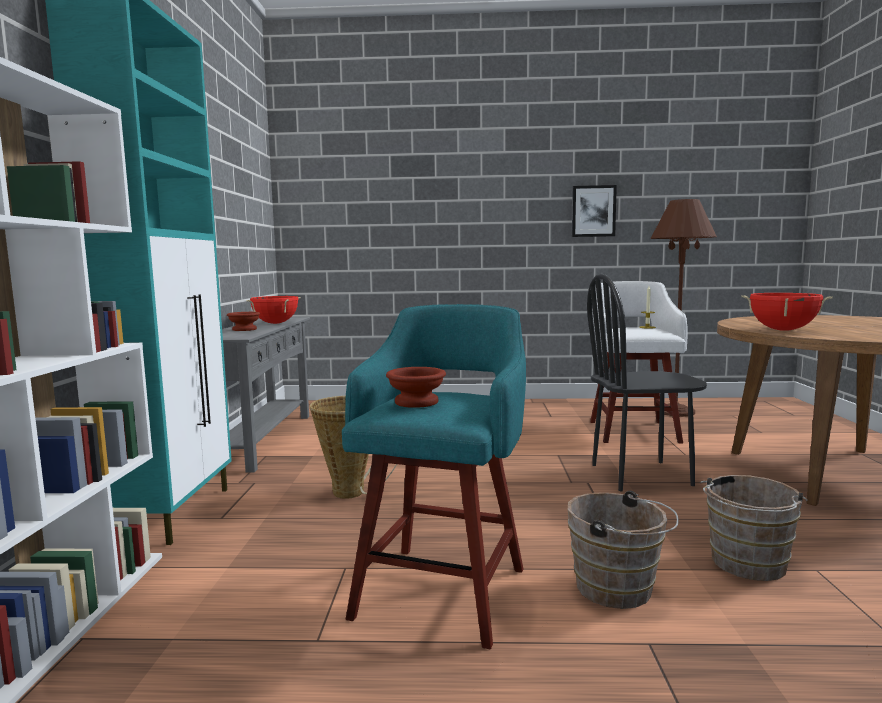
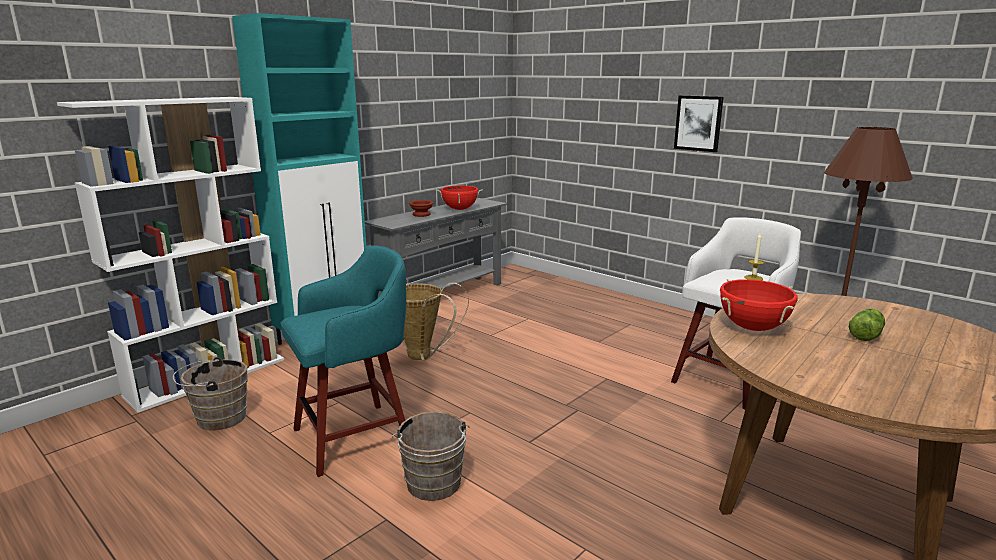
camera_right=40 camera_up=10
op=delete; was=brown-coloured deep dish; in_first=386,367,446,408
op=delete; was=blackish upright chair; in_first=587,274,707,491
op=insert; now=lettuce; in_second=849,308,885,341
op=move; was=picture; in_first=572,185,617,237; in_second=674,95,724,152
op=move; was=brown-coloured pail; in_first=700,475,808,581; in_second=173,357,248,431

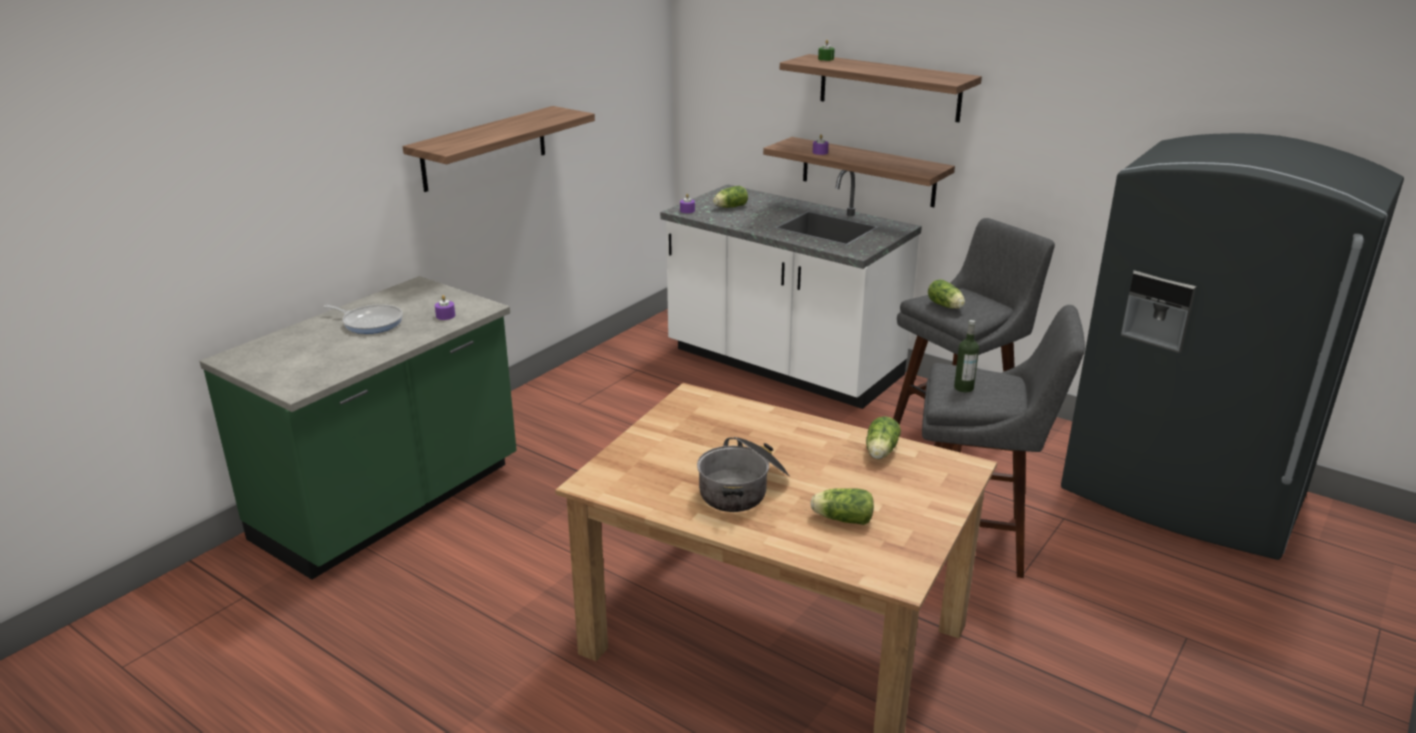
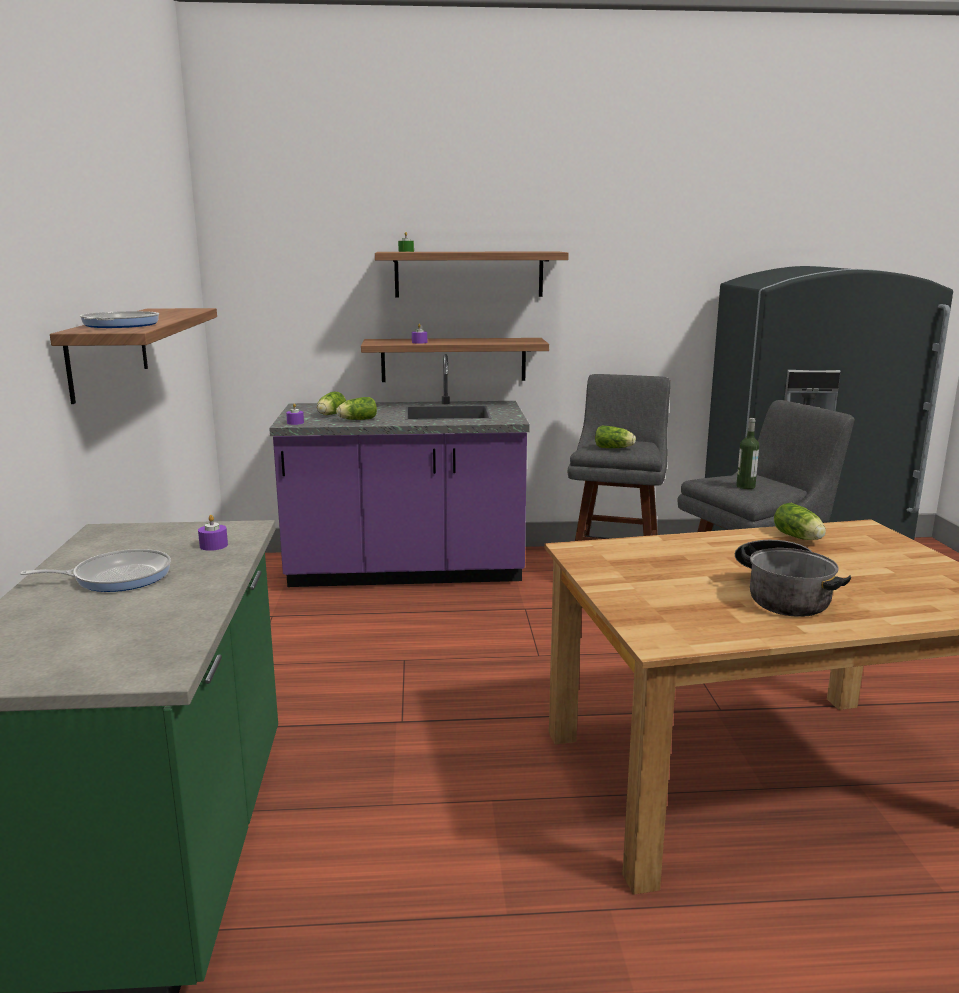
camera_right=-40 camera_up=-10
op=insert; now=pan; in_second=80,311,159,328
op=move; was=lettuce; in_first=810,488,874,525; in_second=336,397,377,420
op=recolor; was=whitish kitchen counter; now=purple-coloured kitchen counter; in_first=660,170,922,409; in_second=269,354,530,587

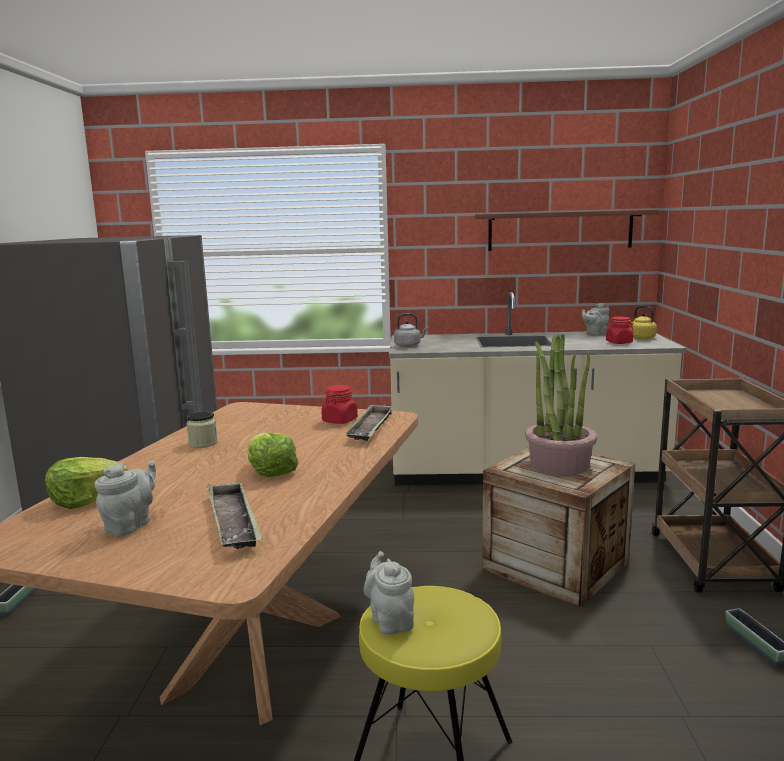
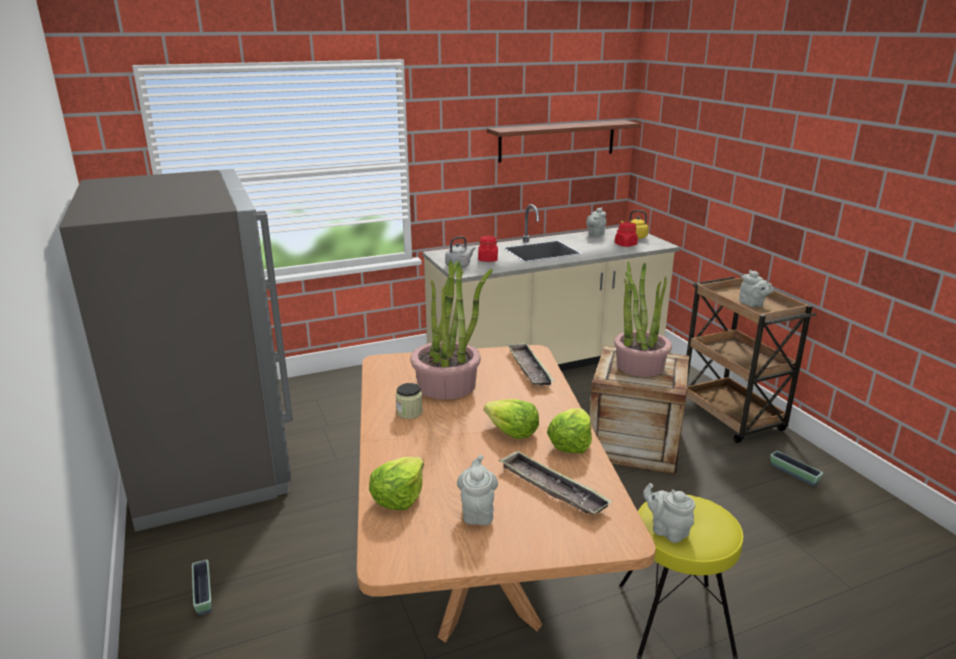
camera_right=-25 camera_up=10
op=insert; now=plant in a pot; in_second=410,260,493,400
op=insert; now=lettuce; in_second=547,408,592,453
op=insert; now=greyish tea pot; in_second=739,270,774,307
op=move; was=red-coloured preserve jar; in_first=321,385,358,424; in_second=478,236,498,262

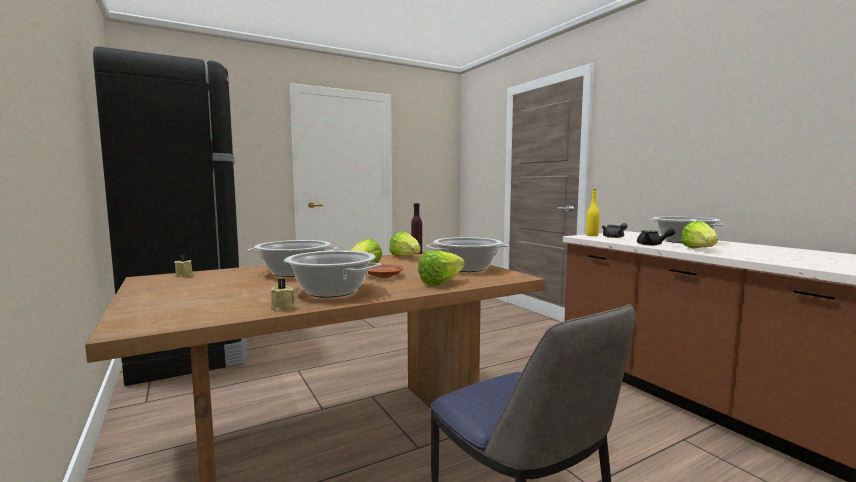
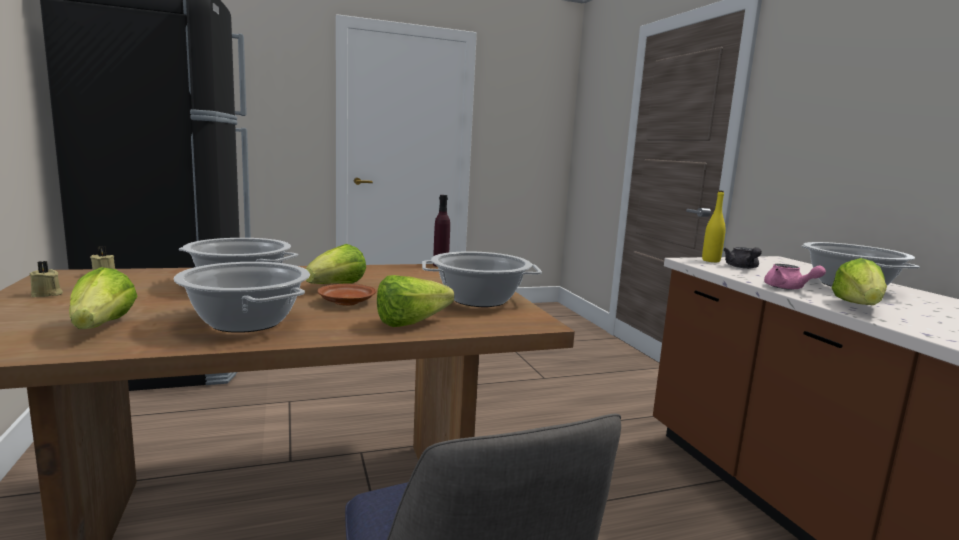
camera_right=10 camera_up=5
op=move; was=beige candle; in_first=271,278,297,312; in_second=30,261,63,297
op=move; was=lettuce; in_first=389,231,421,257; in_second=69,267,137,329
op=recolor; was=blackish tea pot; now=pink tea pot; in_first=637,228,675,245; in_second=764,264,826,290

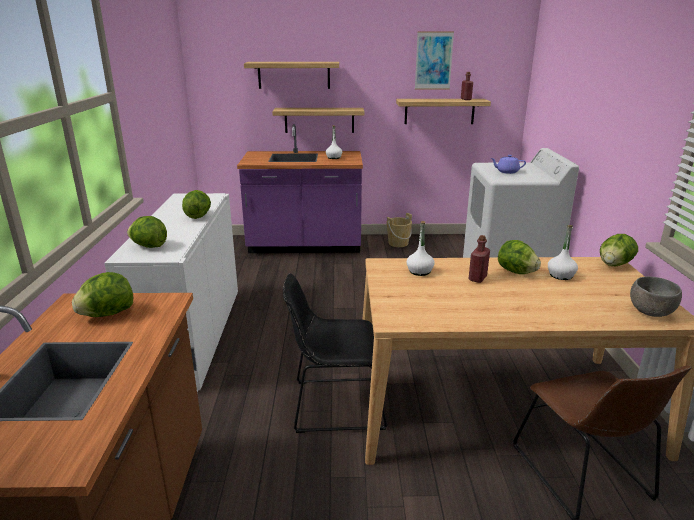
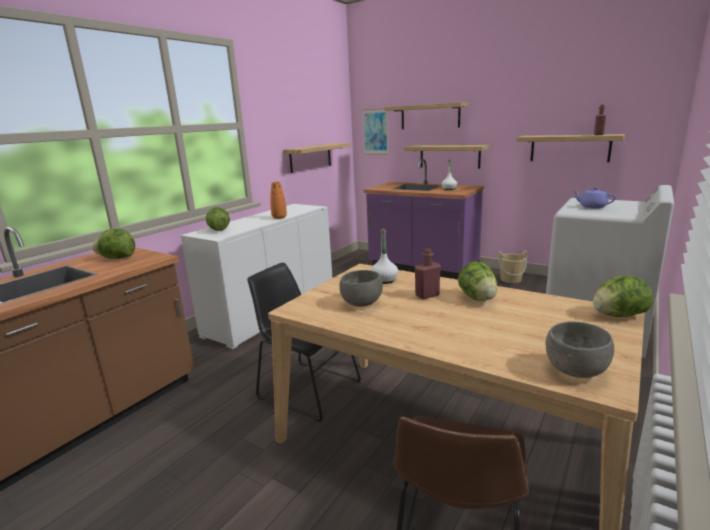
camera_right=35 camera_up=-5
op=delete; was=whitish drink bottle; in_first=548,225,578,280
op=insert; now=wall shelf; in_second=283,143,351,173
op=insert; now=greyish deep dish; in_second=339,270,383,307
op=move; was=picture; in_first=415,31,454,90; in_second=362,109,389,155
op=replace; was=lettuce; now=orange vase; in_first=182,190,211,219; in_second=270,182,287,219

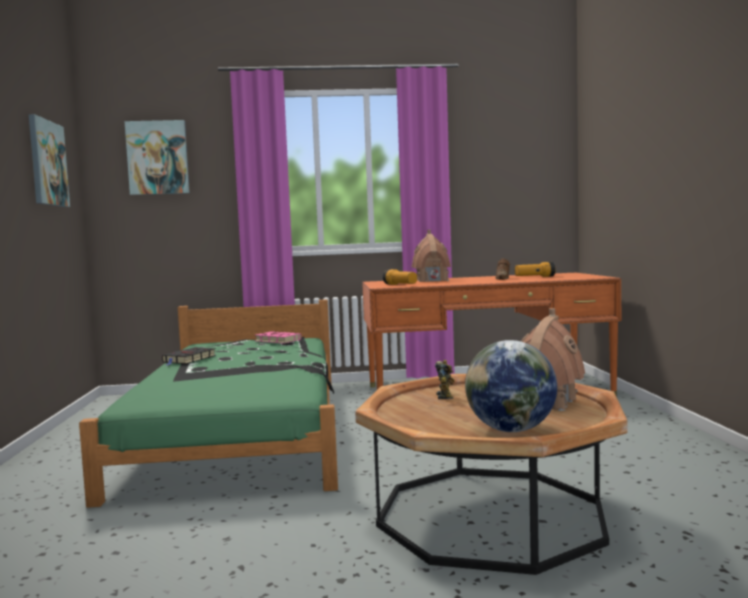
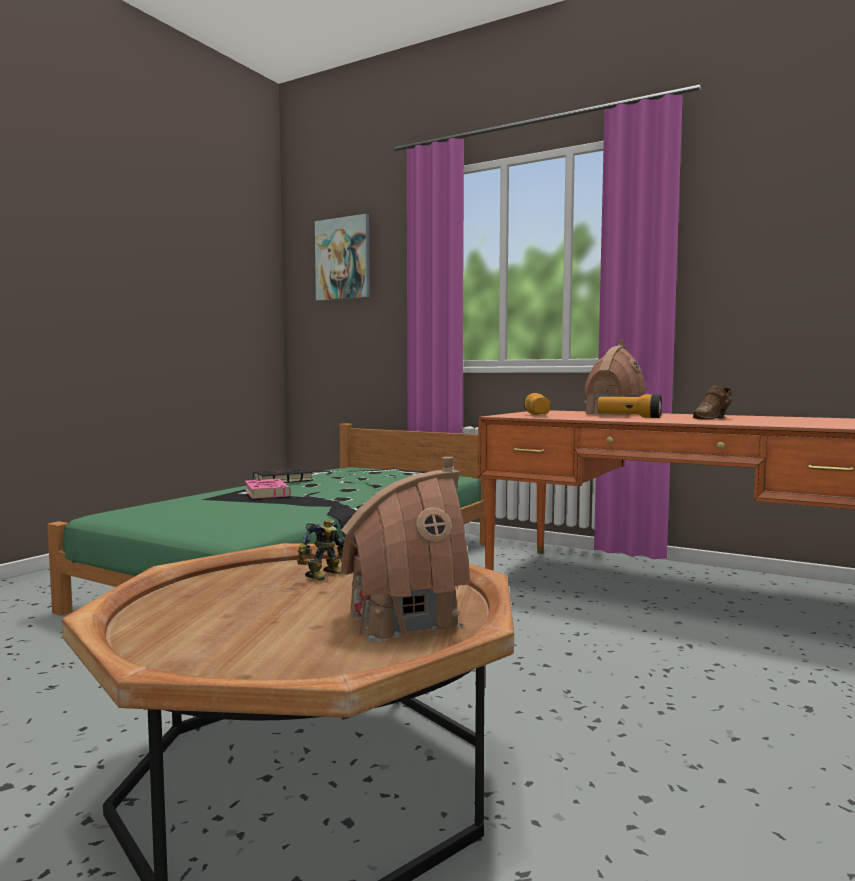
camera_right=35 camera_up=0
op=delete; was=picture; in_first=29,114,70,207
op=delete; was=desk globe; in_first=465,340,557,432
op=move; was=pink volume; in_first=255,331,301,344; in_second=245,479,291,499
op=move; was=torch; in_first=515,262,556,277; in_second=598,394,662,418

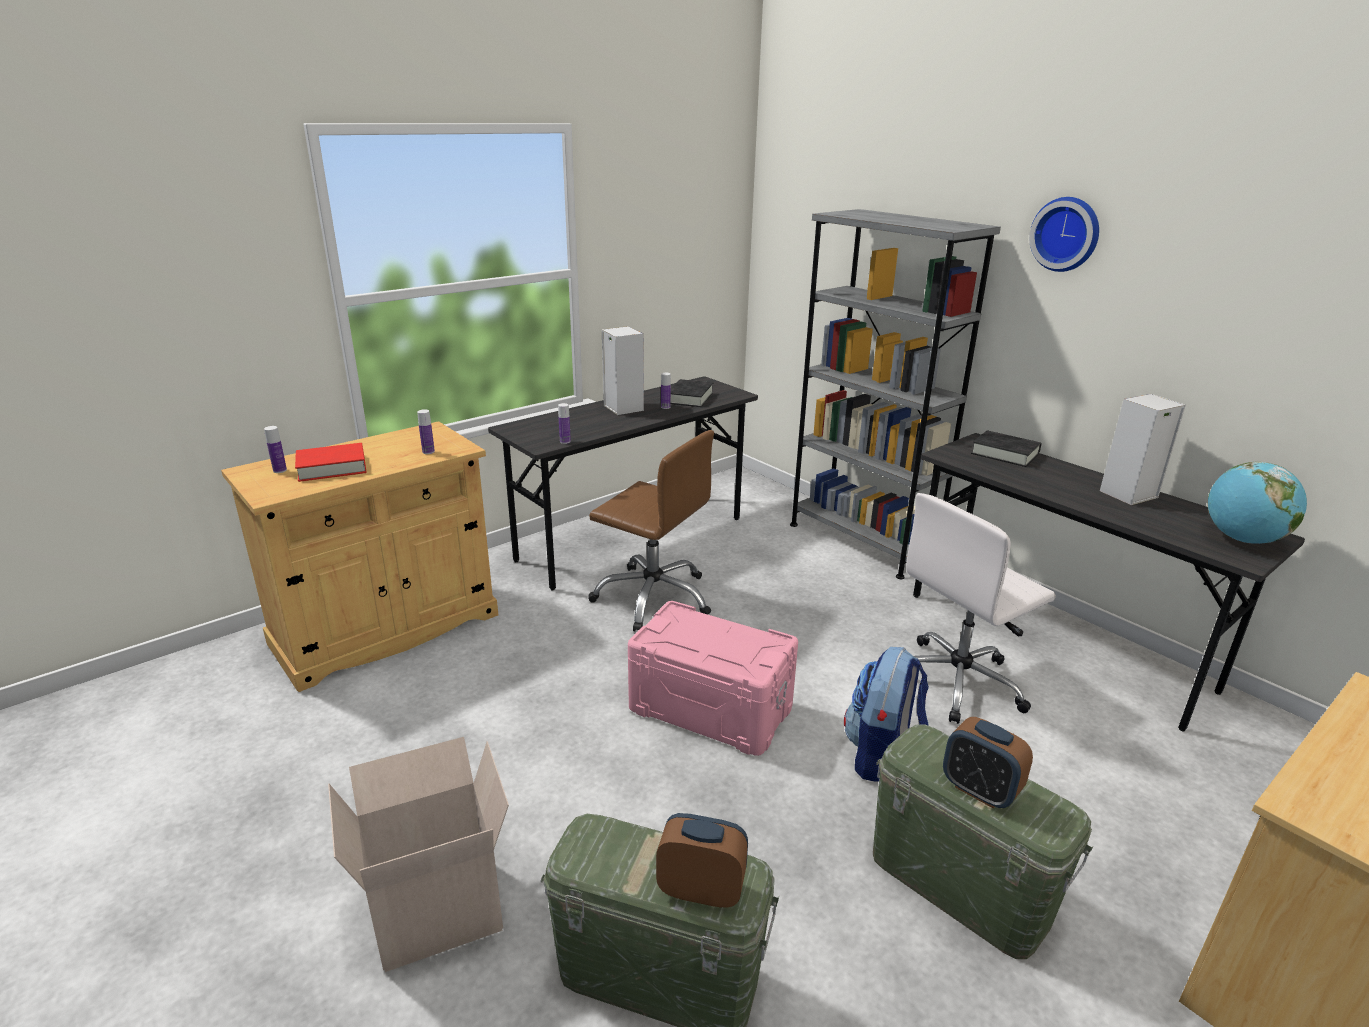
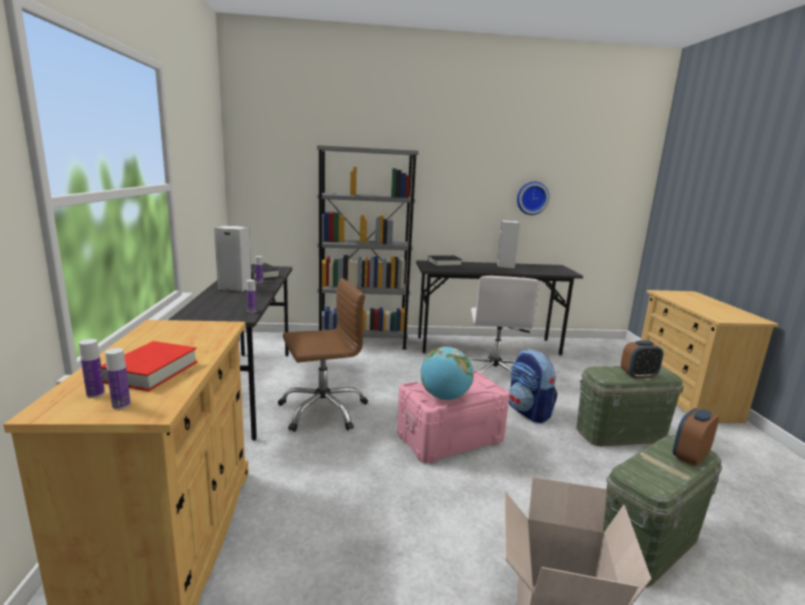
camera_right=-55 camera_up=-10
op=move; was=drink bottle; in_first=417,409,435,454; in_second=105,348,131,409
op=move; was=wall clock; in_first=1029,197,1099,272; in_second=517,181,549,215
op=move; was=desk globe; in_first=1208,462,1307,544; in_second=421,347,474,400

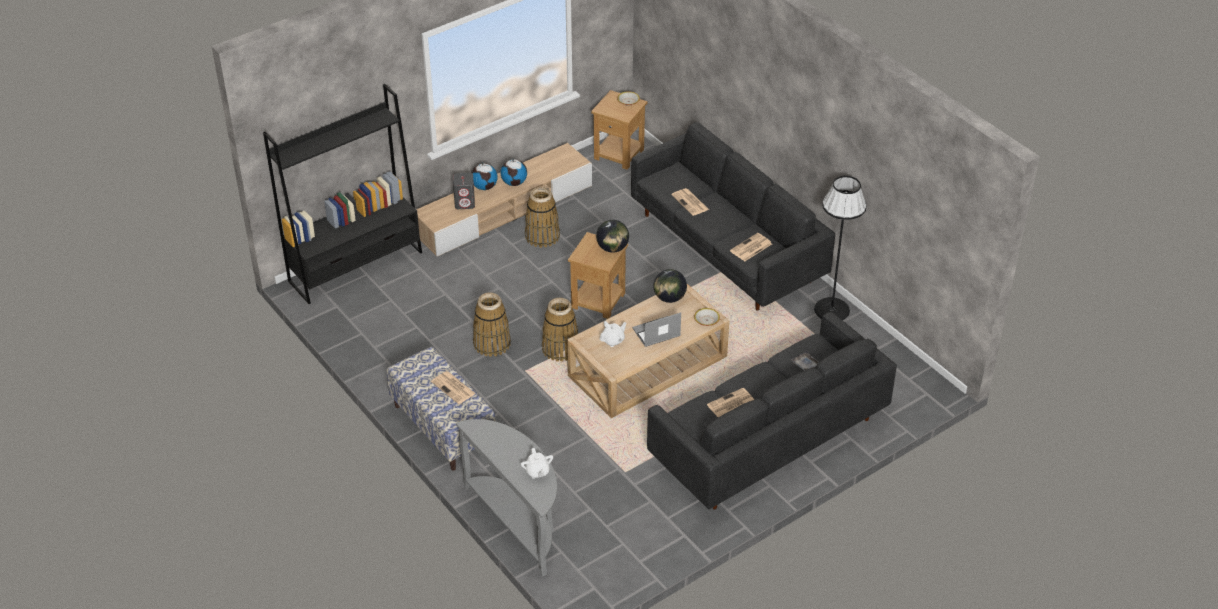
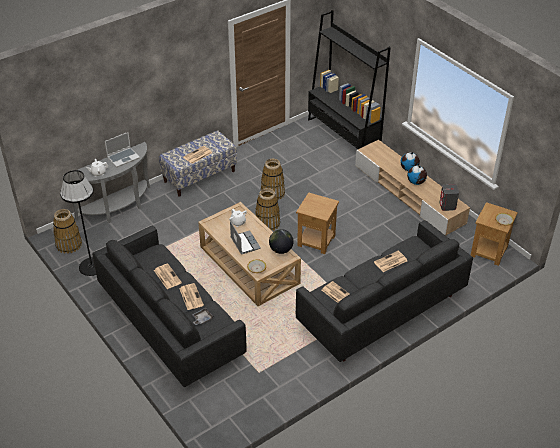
camera_right=90 camera_up=0
op=delete; was=desk globe; in_first=596,220,629,253
op=insert; now=notebook computer; in_second=105,132,140,167
op=insert; now=printed paper; in_second=179,283,204,310
op=move; was=greyish loudspeaker; in_first=453,173,475,209; in_second=439,184,459,211
op=move; was=household basket; in_first=525,187,560,248; in_second=53,209,82,254
op=move; was=blackish standard lamp; in_first=814,176,867,320; in_second=60,170,96,276

